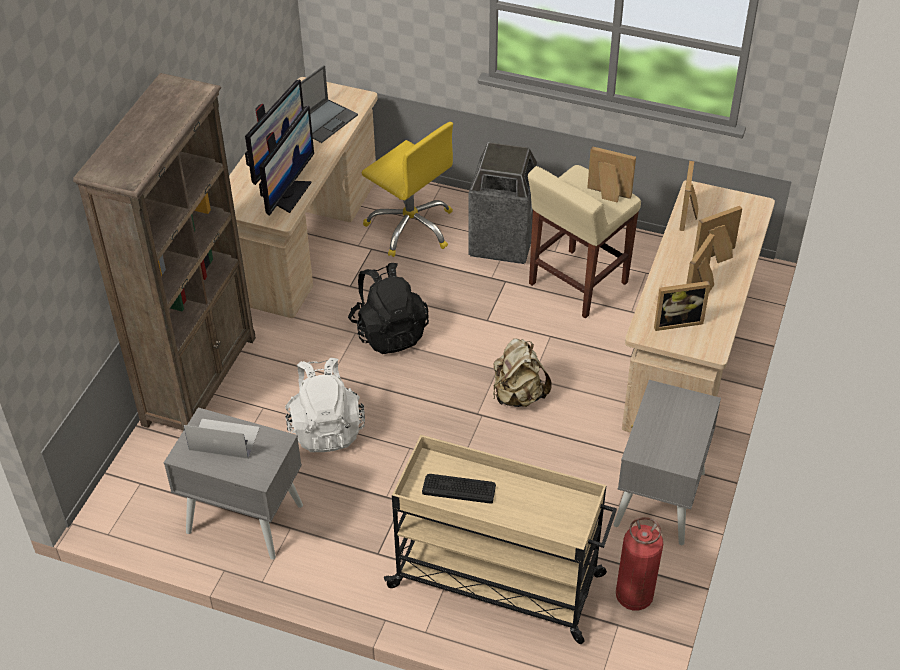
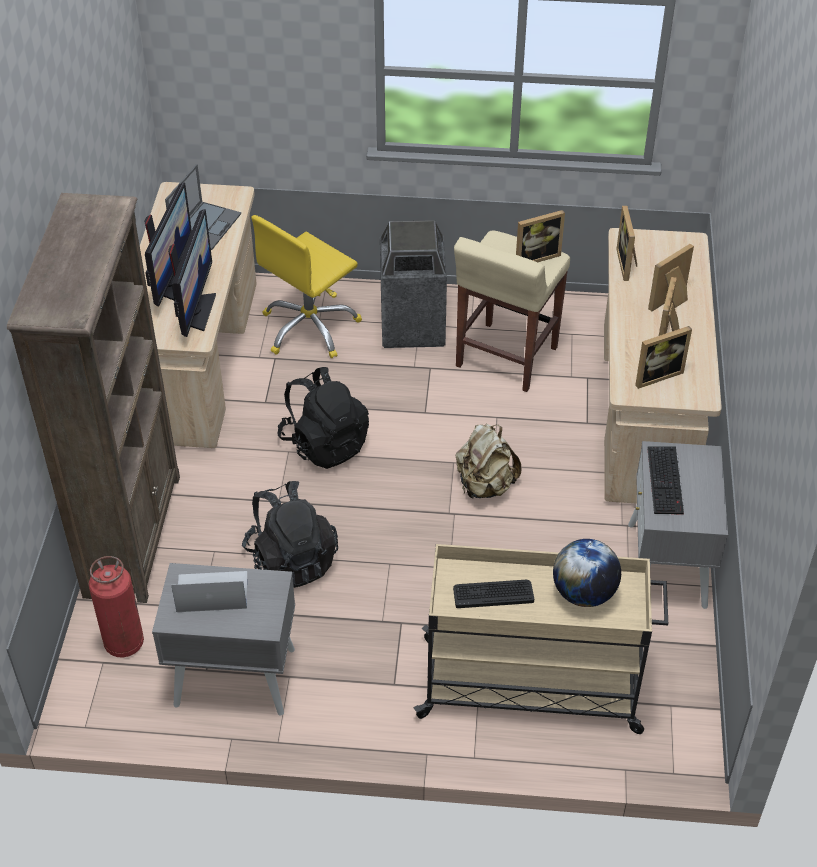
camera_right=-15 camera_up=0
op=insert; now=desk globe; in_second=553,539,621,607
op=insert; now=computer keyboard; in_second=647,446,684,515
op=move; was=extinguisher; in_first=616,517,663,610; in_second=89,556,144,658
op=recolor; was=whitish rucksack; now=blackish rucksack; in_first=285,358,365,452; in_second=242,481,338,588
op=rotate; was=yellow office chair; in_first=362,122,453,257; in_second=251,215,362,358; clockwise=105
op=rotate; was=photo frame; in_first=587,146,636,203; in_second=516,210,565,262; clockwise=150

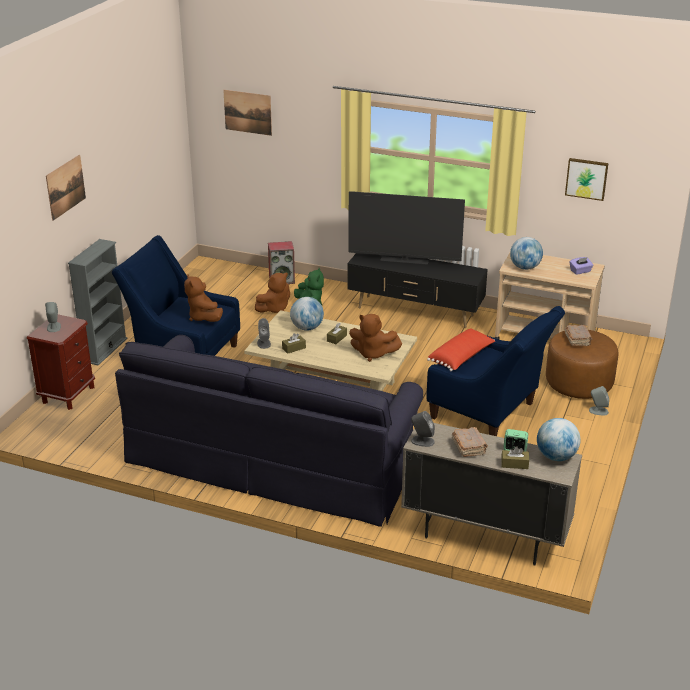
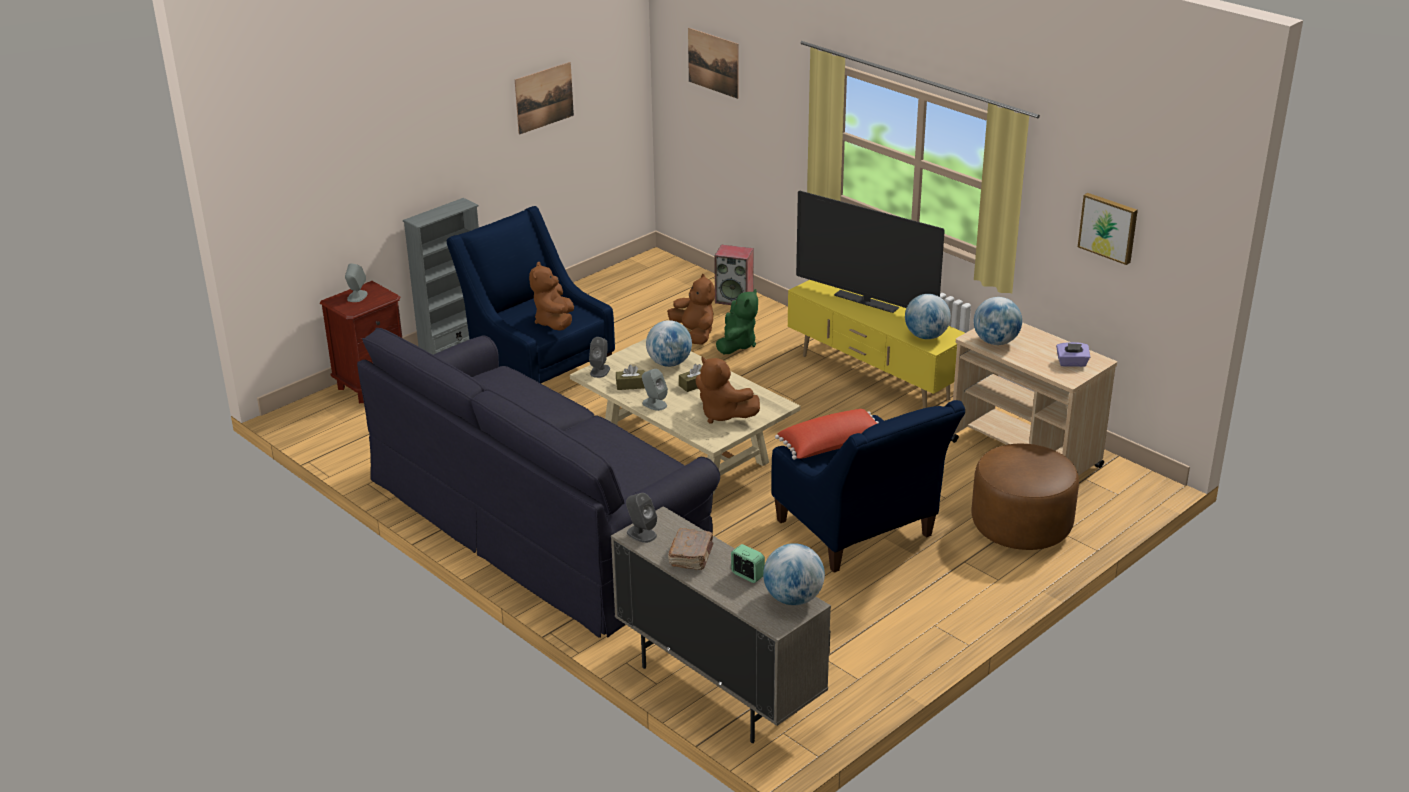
camera_right=25 camera_up=0
op=delete; was=brown-coloured tissue box; in_first=501,446,529,469
op=delete; was=brown-coloured volume; in_first=565,325,592,346
op=insert; now=desk globe; in_second=905,294,951,339
op=move; was=picture; in_first=46,155,86,221; in_second=515,62,574,135
op=move; was=greyish loudspeaker; in_first=589,386,609,415; in_second=642,369,668,411
op=recolor; was=blackish tv unit; now=yellow tv unit; in_first=347,253,488,328; in_second=788,280,965,408
op=rotate; was=brown-coloured cuddly toy; in_first=255,272,290,313; in_second=667,274,715,345; clockwise=-105

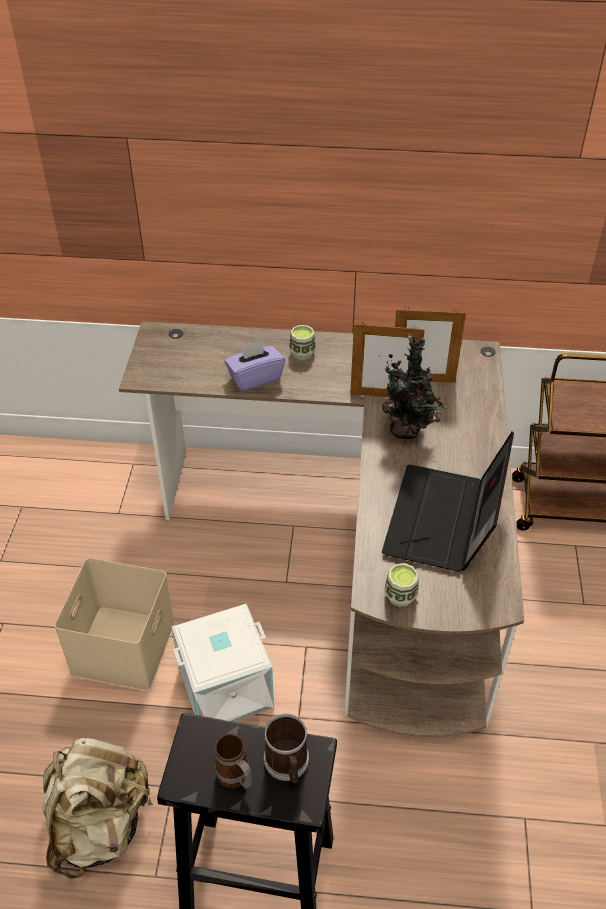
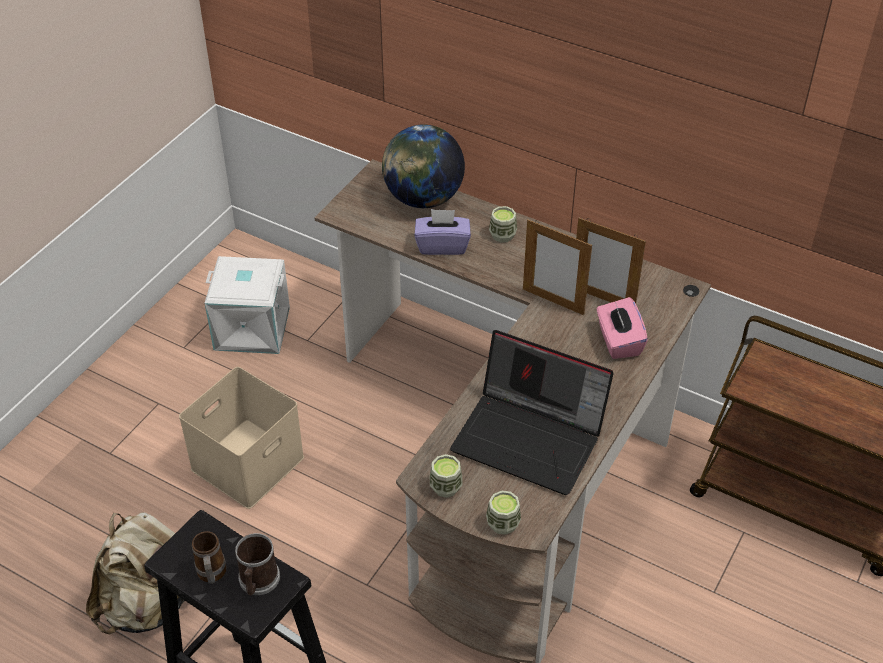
camera_right=25 camera_up=0
op=delete; was=plant in a pot; in_first=379,334,448,440
op=insert; now=desk globe; in_second=382,124,465,208
op=insert; now=drinking cup; in_second=486,491,521,535
op=insert; now=pink tissue box; in_second=597,297,648,359
op=move; was=whitish storage bin; in_first=172,604,274,722; in_second=205,256,290,354
op=rotate; was=notebook computer; in_first=382,432,514,572; in_second=450,330,614,495; clockwise=-105

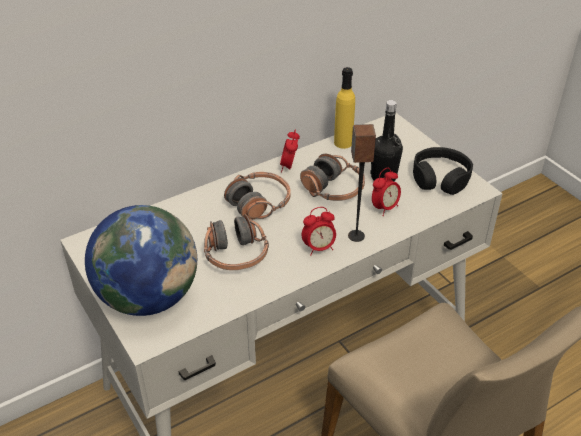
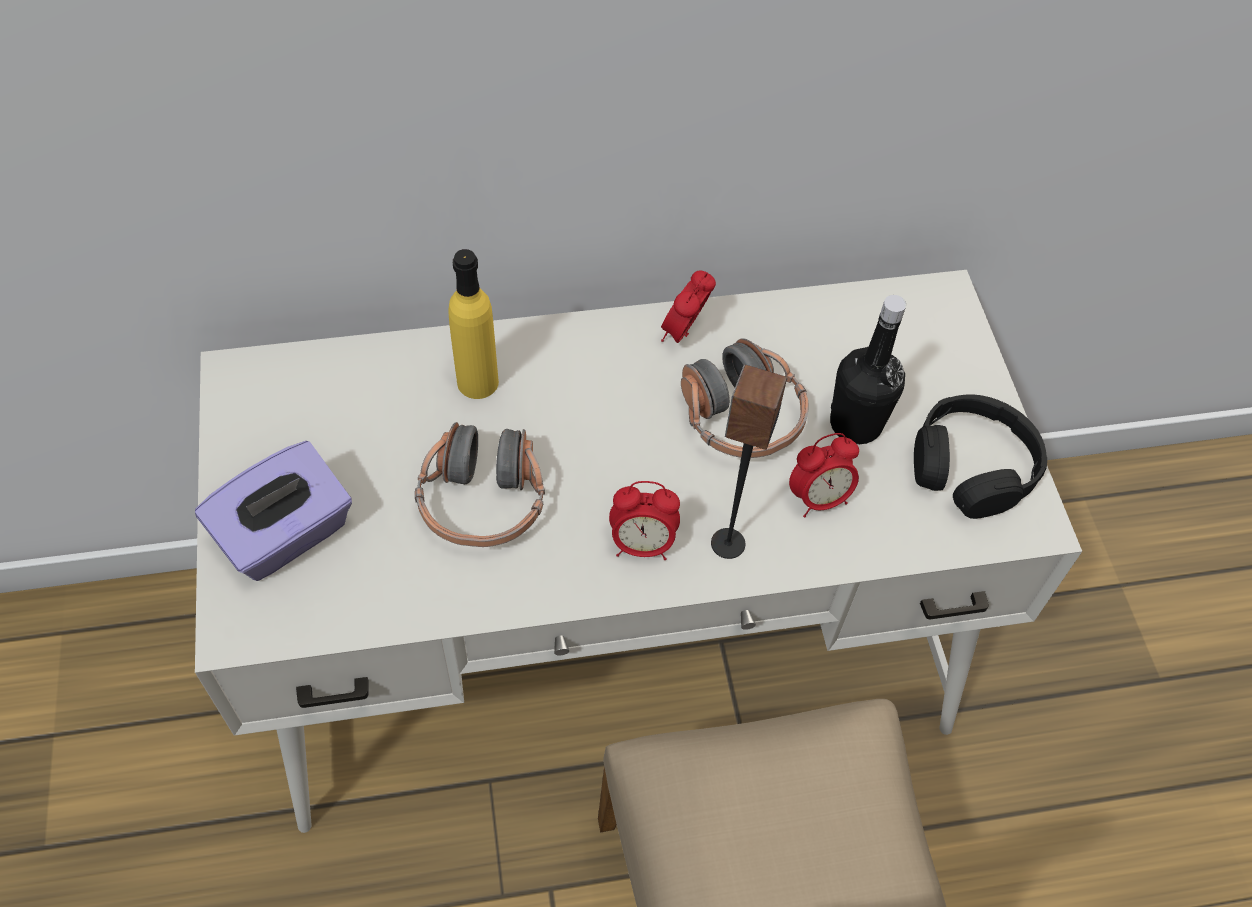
camera_right=20 camera_up=15
op=delete; was=headset; in_first=224,172,291,220
op=move; was=yellow drink bottle; in_first=334,67,355,149; in_second=448,249,499,399
op=replace; was=desk globe; now=purple-coloured tissue box; in_first=85,205,197,316; in_second=195,441,352,581

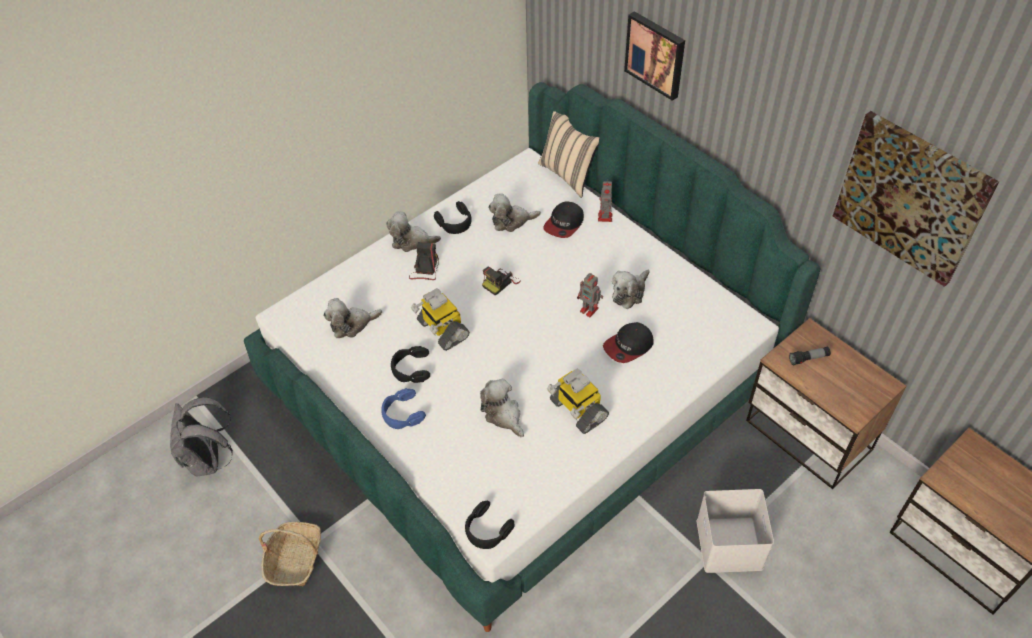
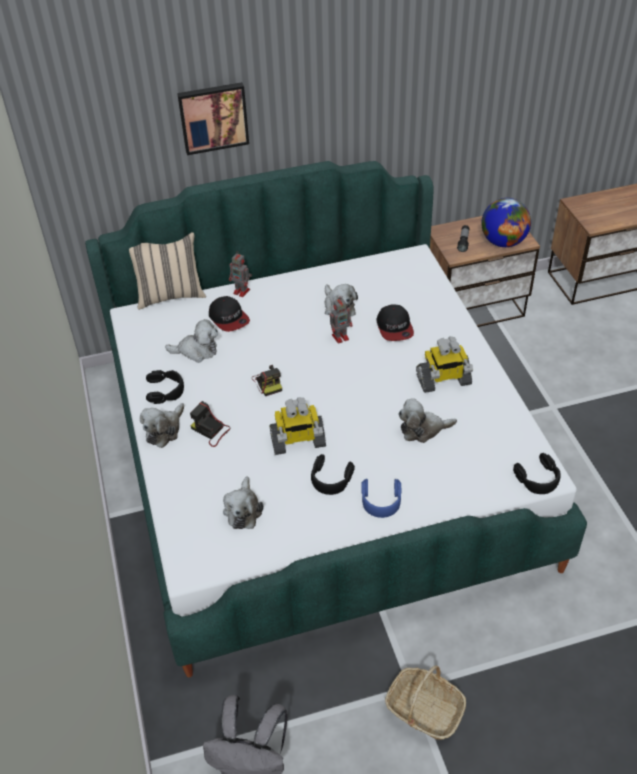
camera_right=-65 camera_up=-5
op=delete; was=whitish storage bin; in_first=697,489,774,573
op=delete; was=picture; in_first=833,111,999,287
op=insert; now=desk globe; in_second=481,198,531,247
op=rotate; was=cuddly toy; in_first=488,193,541,232; in_second=165,319,218,363; clockwise=-105

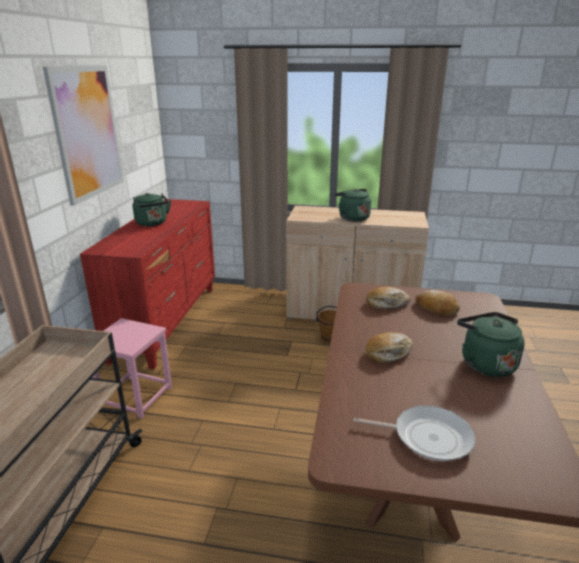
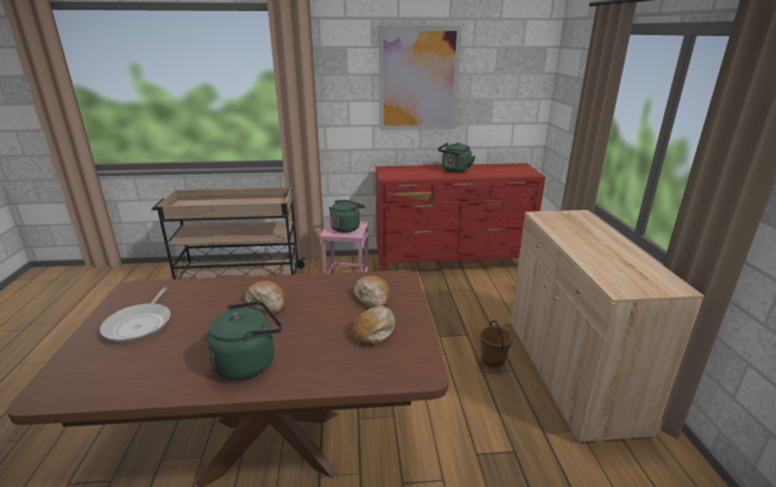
camera_right=75 camera_up=0
op=move; was=green-coloured kettle; in_first=334,189,371,222; in_second=329,200,365,233

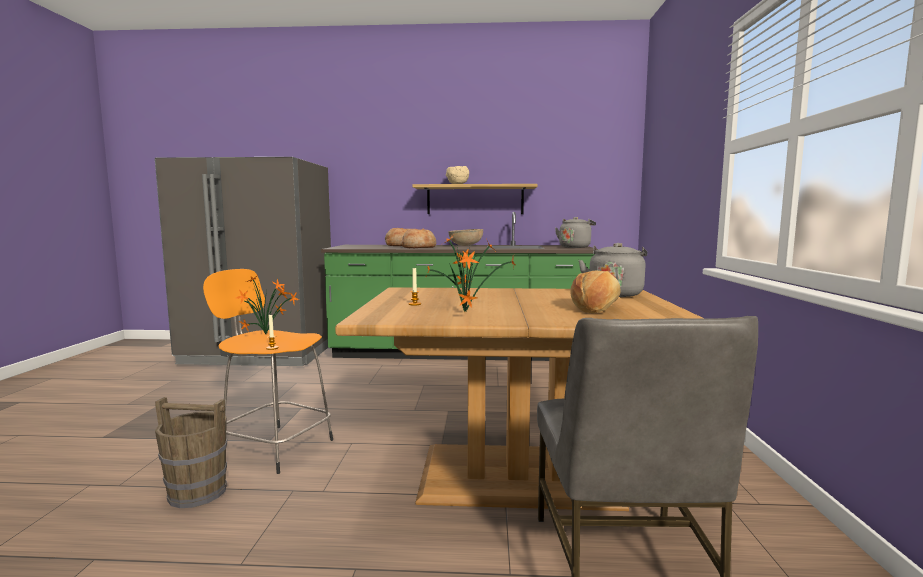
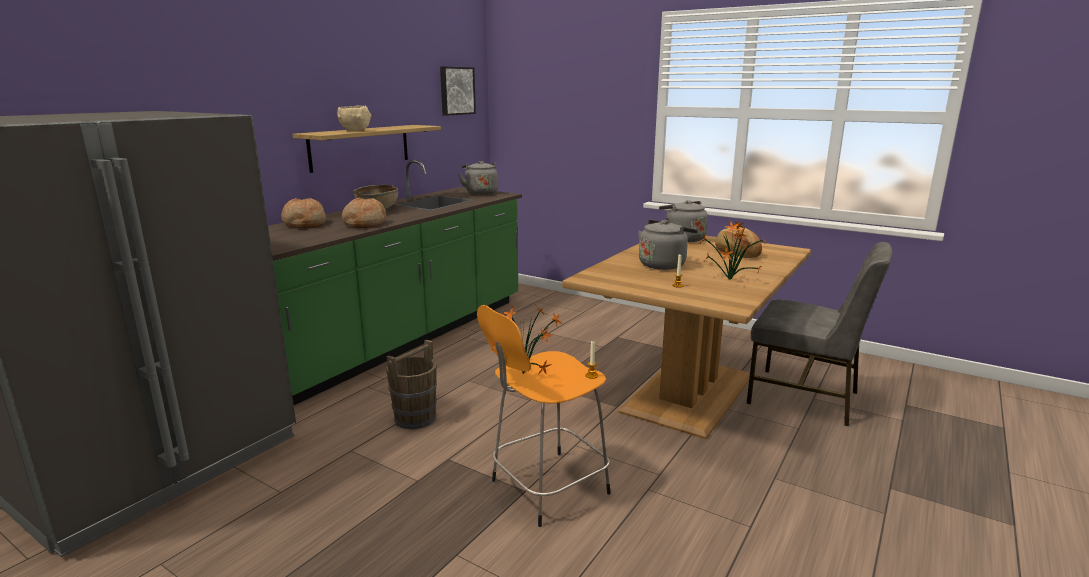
camera_right=-60 camera_up=10
op=insert; now=picture; in_second=440,66,476,116
op=insert; now=greyish kettle; in_second=638,220,698,270
op=move; was=brown-coloured pail; in_first=155,397,227,508; in_second=386,339,437,429

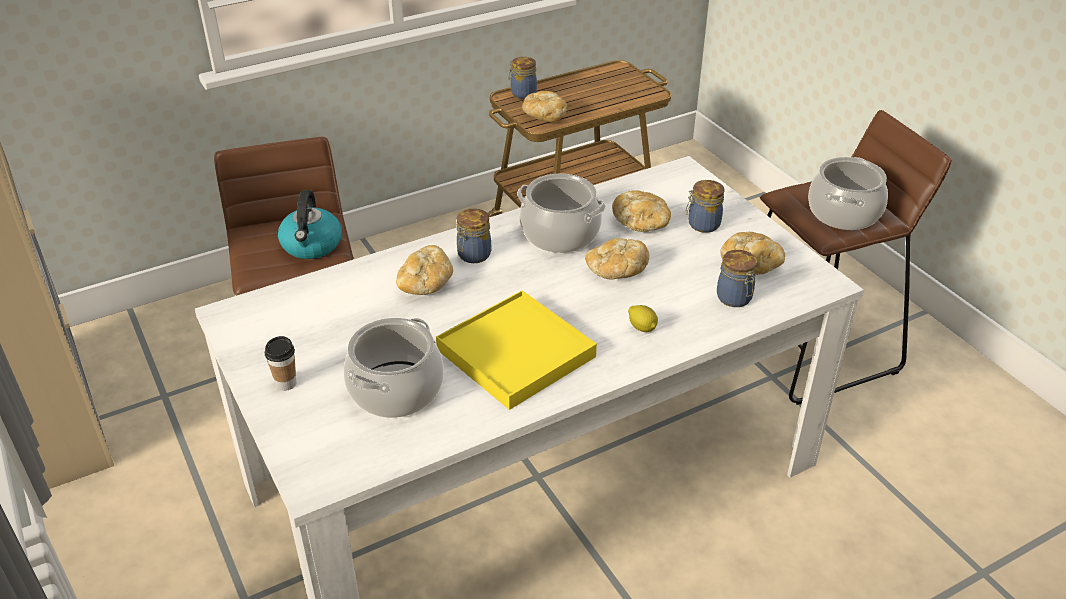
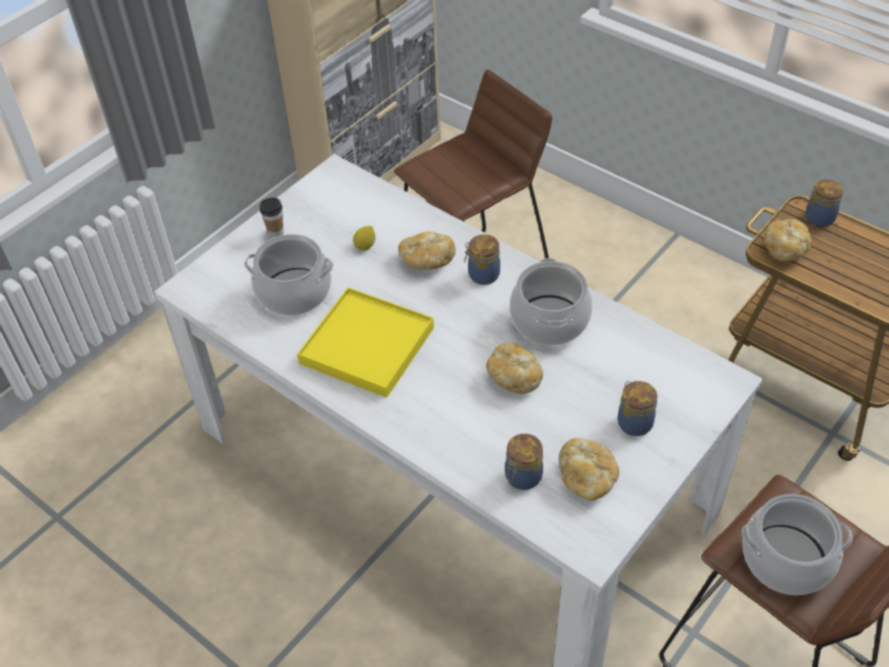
camera_right=70 camera_up=10
op=delete; was=kettle; in_first=278,190,342,259
op=delete; was=baked bread; in_first=612,190,671,232
op=move; was=lemon; in_first=628,305,658,332; in_second=353,226,376,250

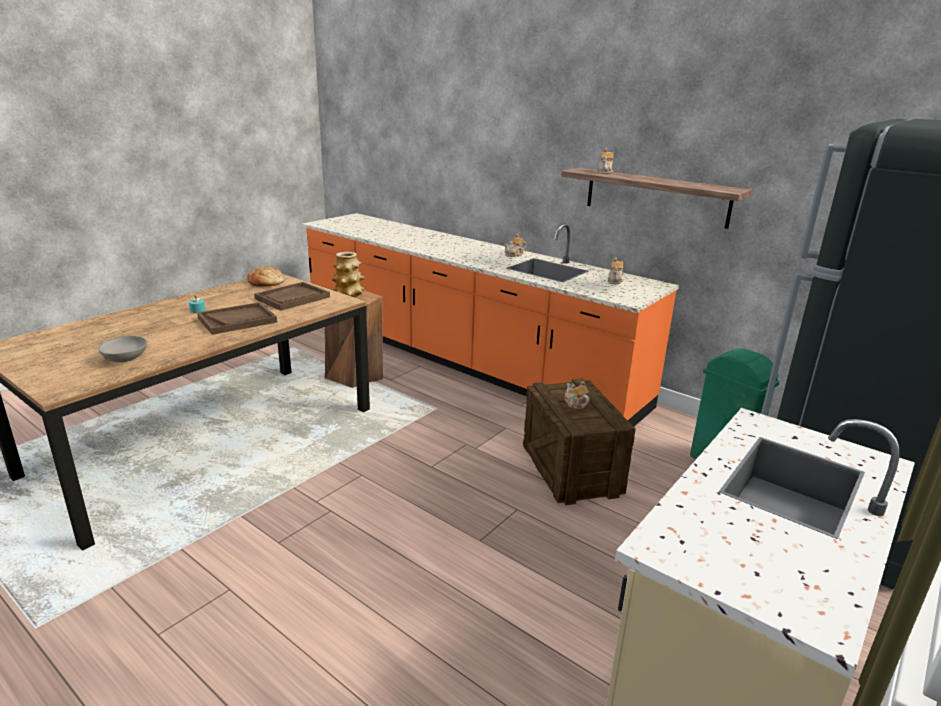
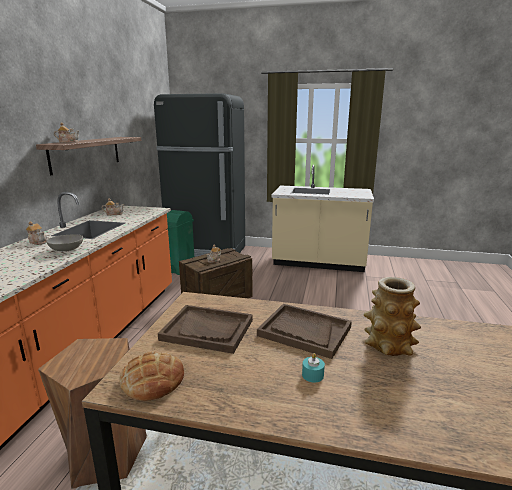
camera_right=-115 camera_up=-5
op=move; was=greyish deep dish; in_first=98,336,147,362; in_second=46,234,83,251
op=move; was=vase; in_first=331,252,365,297; in_second=364,277,421,356

